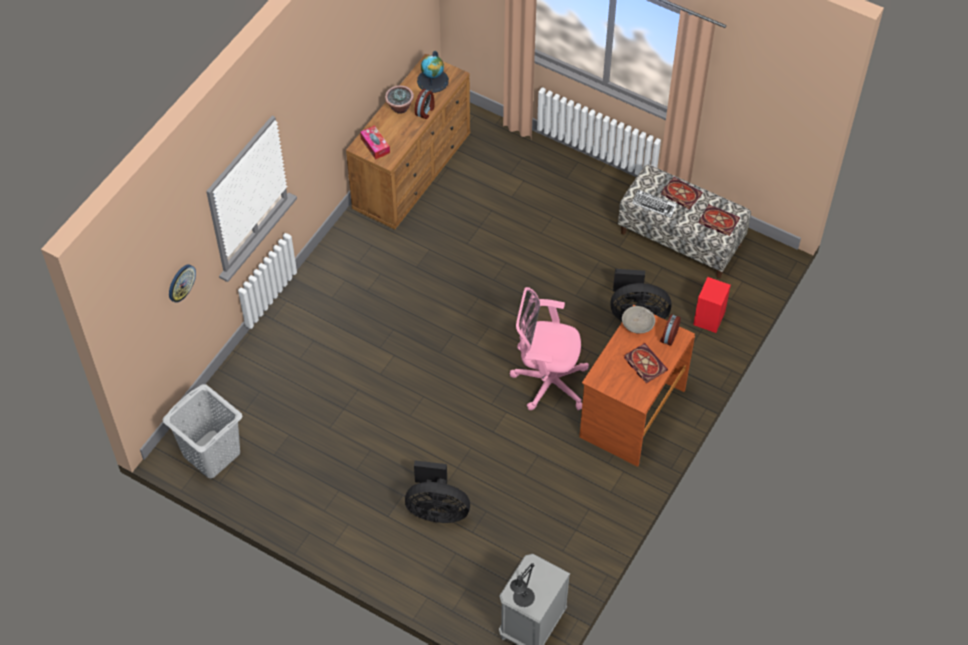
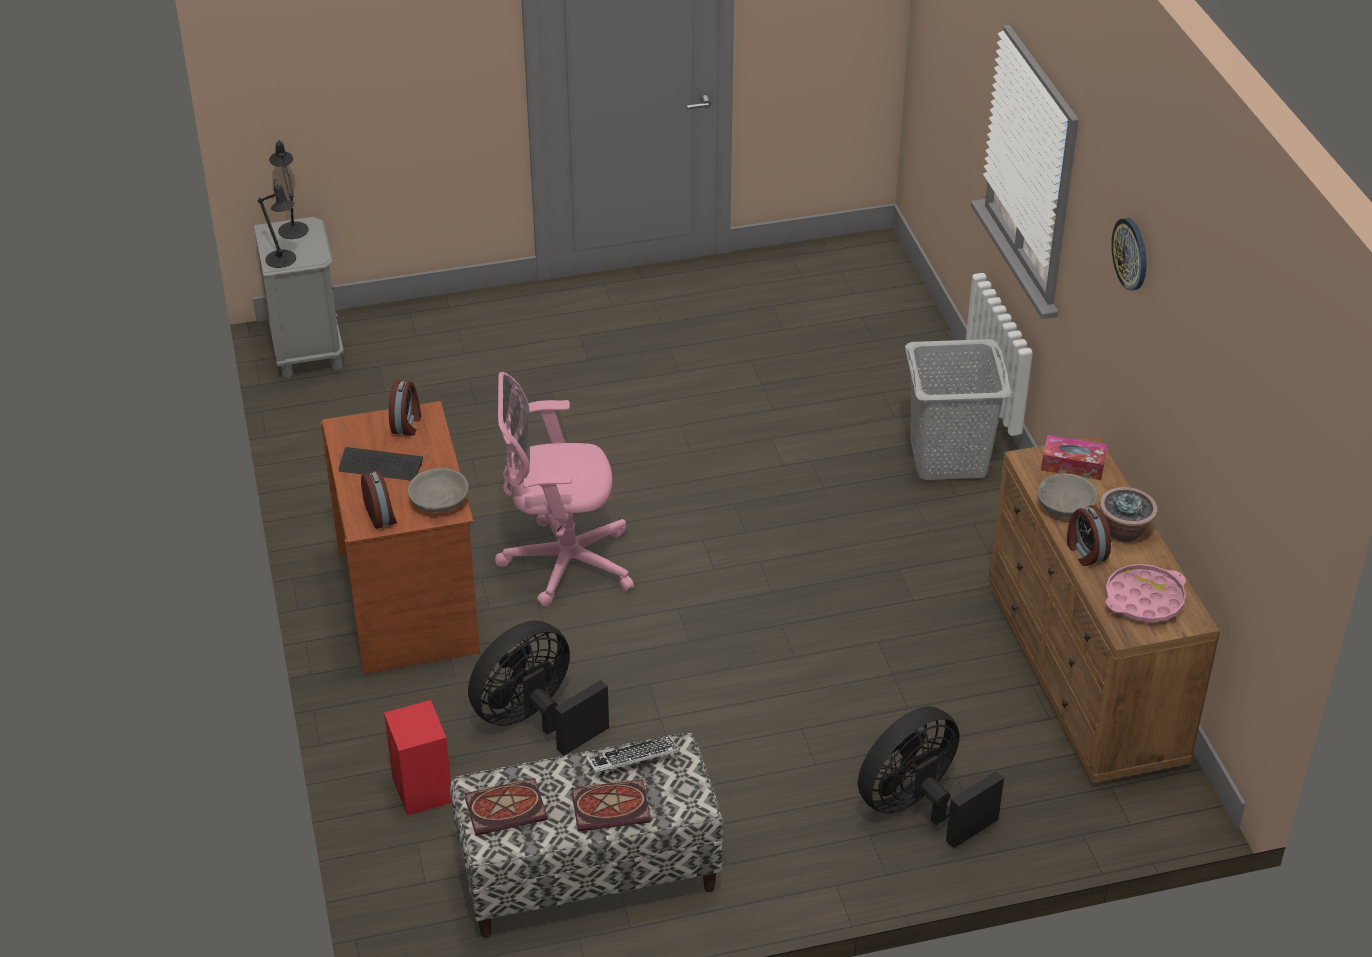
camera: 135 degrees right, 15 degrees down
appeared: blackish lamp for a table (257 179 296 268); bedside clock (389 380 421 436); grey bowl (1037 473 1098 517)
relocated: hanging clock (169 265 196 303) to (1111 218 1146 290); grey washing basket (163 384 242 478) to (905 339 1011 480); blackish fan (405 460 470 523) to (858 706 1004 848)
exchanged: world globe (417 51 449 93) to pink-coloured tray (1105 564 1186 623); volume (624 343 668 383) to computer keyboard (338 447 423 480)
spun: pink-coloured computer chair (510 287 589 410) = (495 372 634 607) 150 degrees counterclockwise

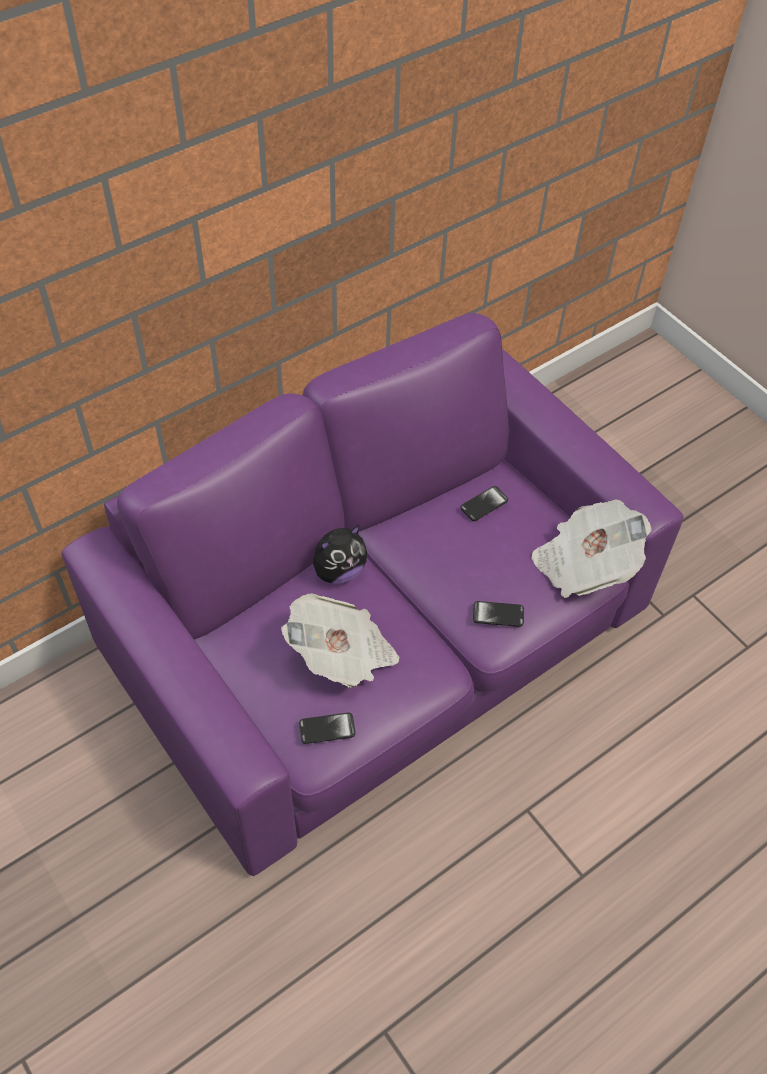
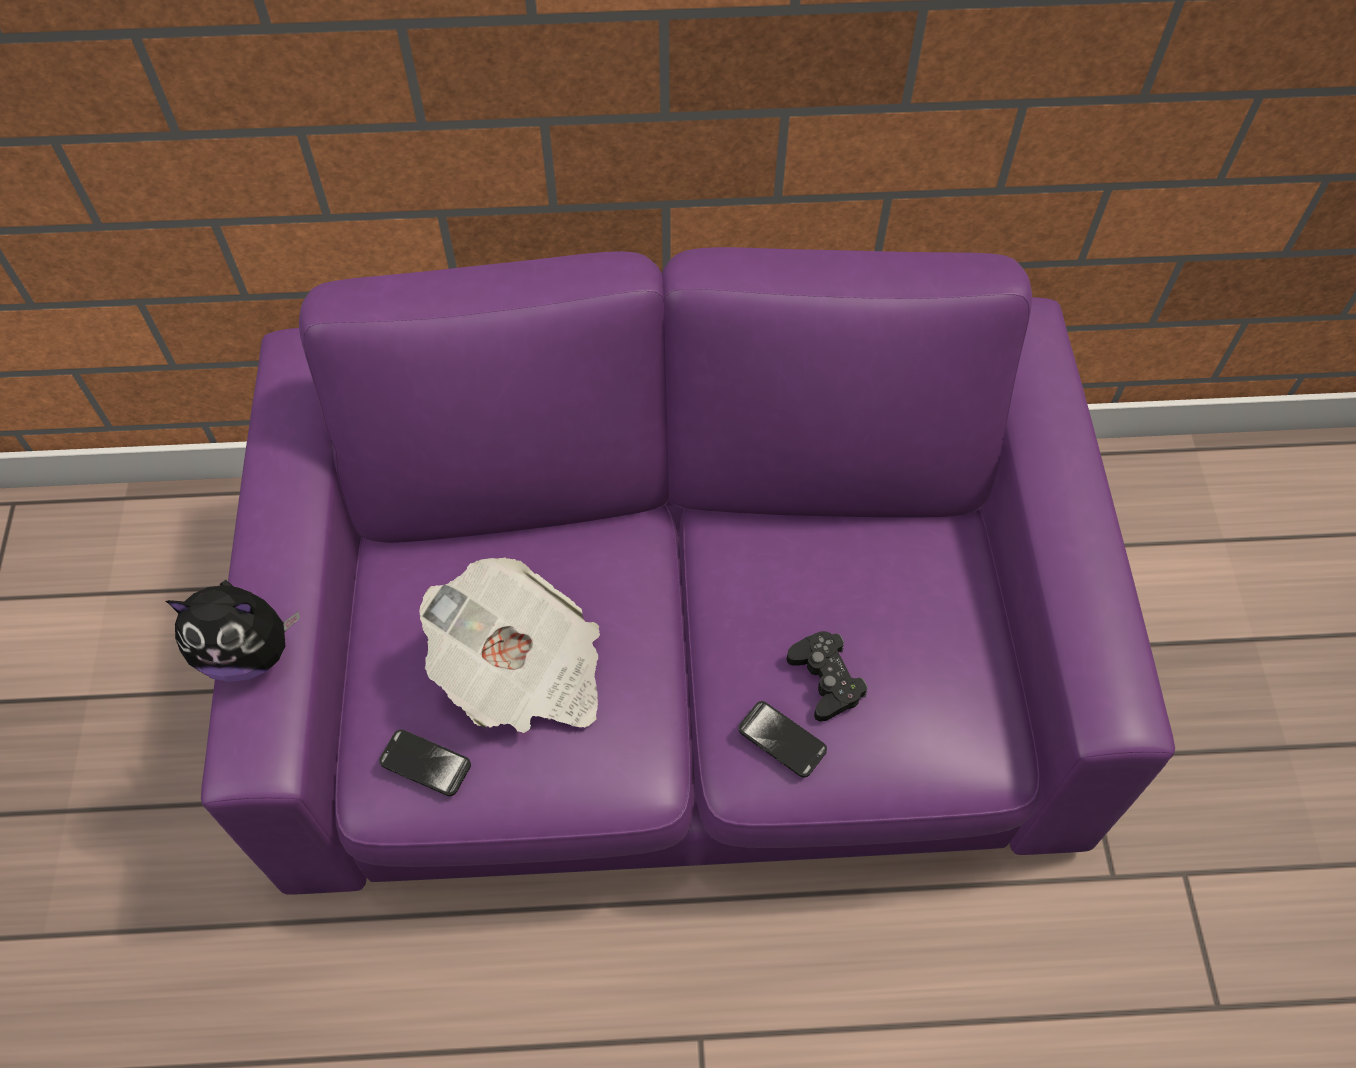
camera: 35 degrees right, 5 degrees up
missing: telephone (461 486 508 521); daily paper (531 499 652 598)
appeared: blackish game controller (786 631 868 722)
relocated: plush toy (313 525 367 584) to (166 580 300 682)

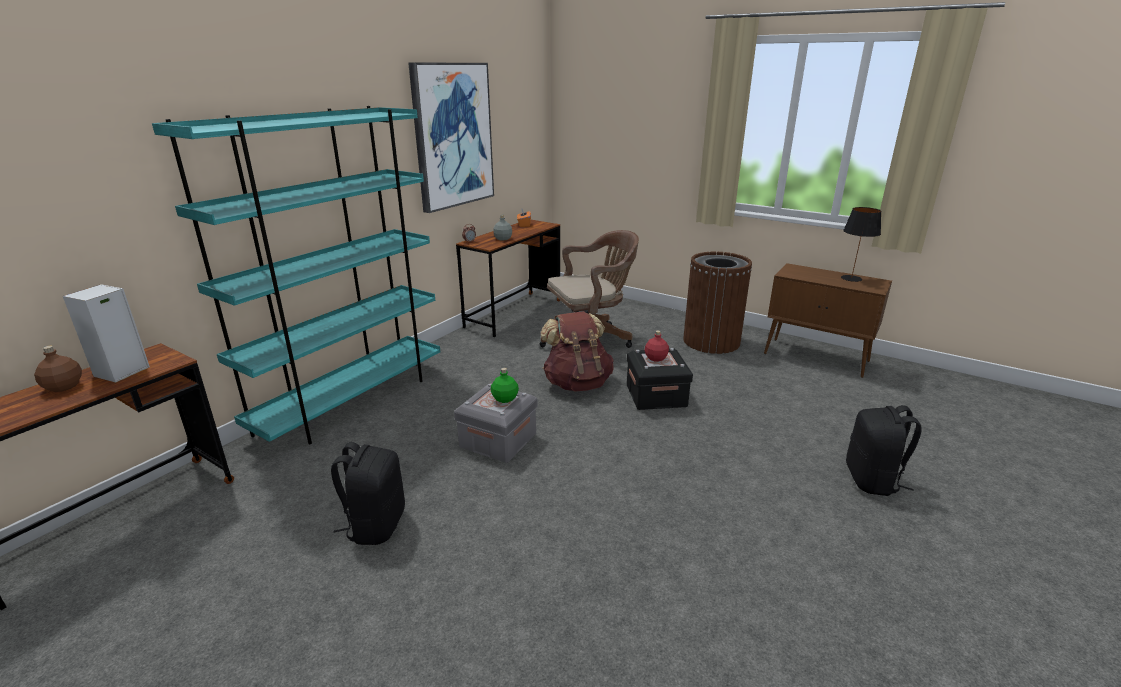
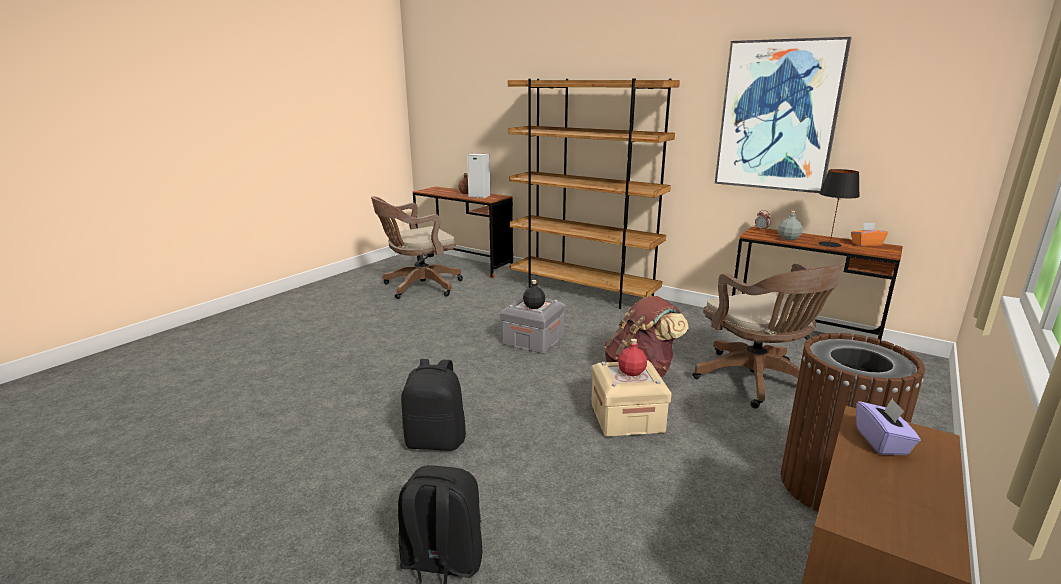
camera: 90 degrees right, 5 degrees down
appeared: brownish computer chair (371 196 463 299); purplish tissue holder (856 398 920 455)
relocated: blackish lamp for a table (841 207 881 282) to (818 169 860 247); blackish backpack (331 442 405 545) to (401 359 466 451)
colour: blue-green bookcase (152 106 440 444) to brownish bookcase (508 78 680 309); blackish storage box (627 348 693 410) to sand-coloured storage box (591 360 672 437); green-coloured drink bottle (491 368 519 403) to blackish drink bottle (523 280 545 309)

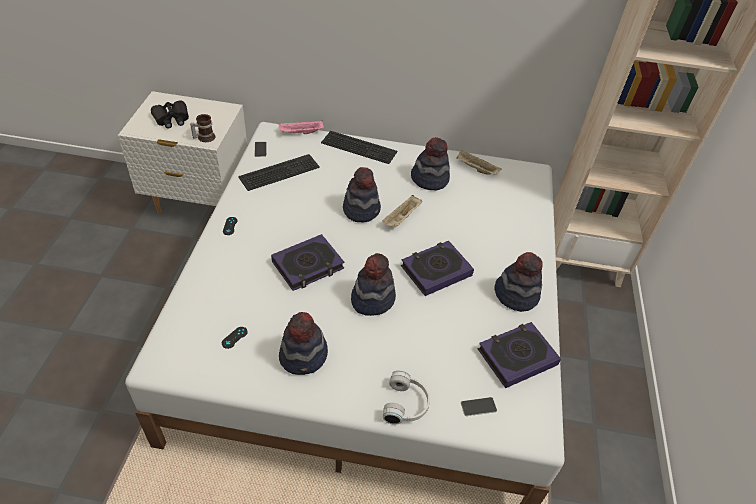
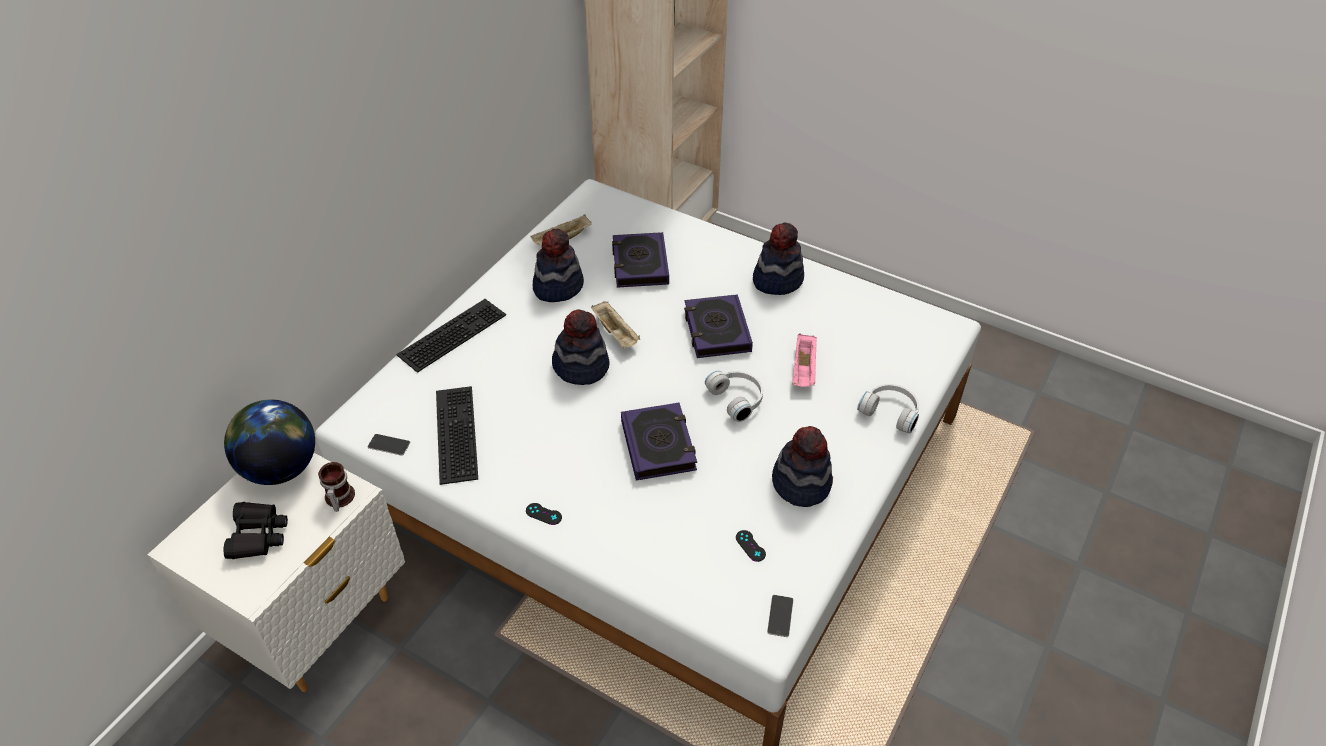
camera: 65 degrees left, 0 degrees up
appeared: world globe (224 400 315 485)
relocated: pink-coloured tray (278 120 324 134) to (792 333 817 387); volume (478 322 561 388) to (612 232 669 288); telephone (461 397 497 416) to (767 595 793 637)
exchanged: wearable hat (351 253 396 316) to white headset (705 370 763 422)

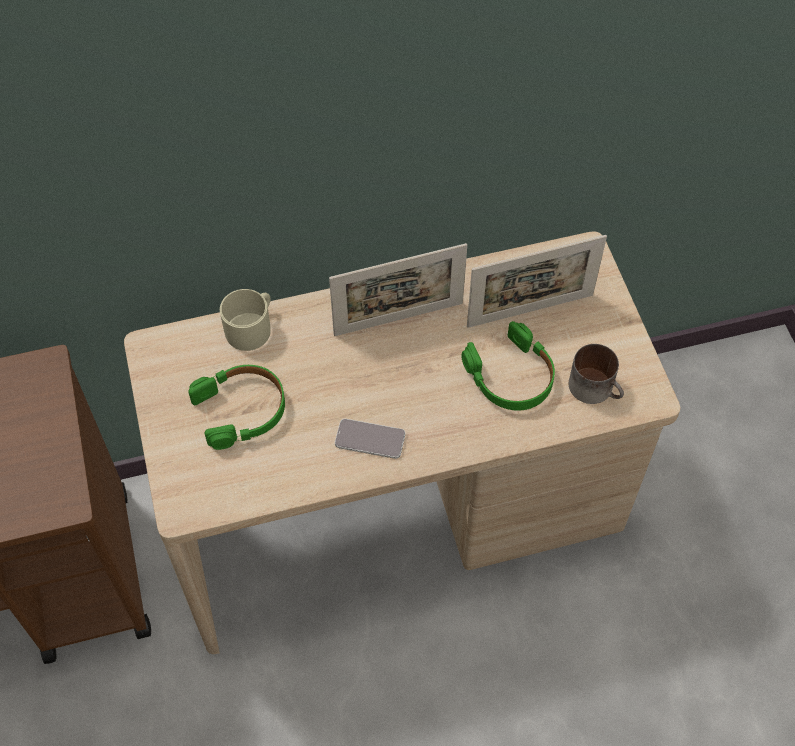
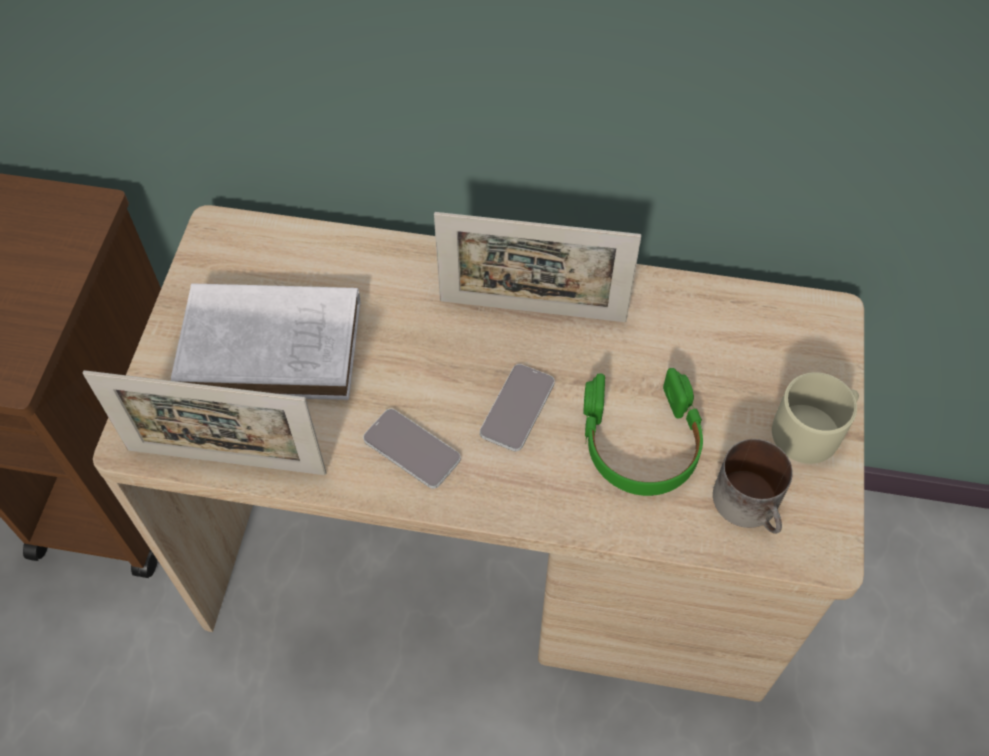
camera: 25 degrees right, 0 degrees up
appeared: telephone (480 364 555 452)
relocated: standing frame (467 235 607 328) to (83 370 327 475); sand-coloured coffee mug (220 289 271 351) to (772 372 859 464)
exchanged: green-coloured headset (188 365 285 450) to white volume (171 284 360 400)

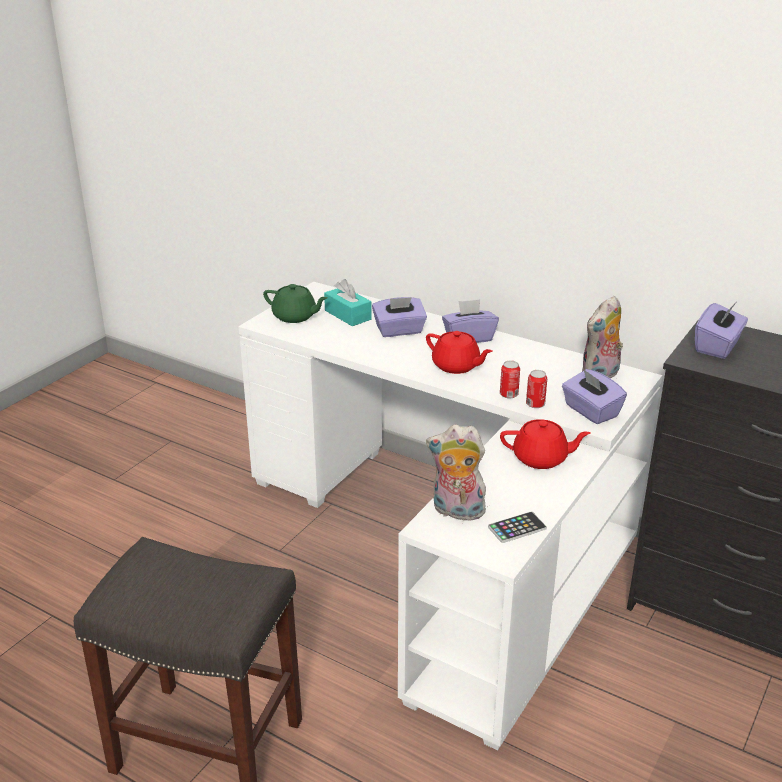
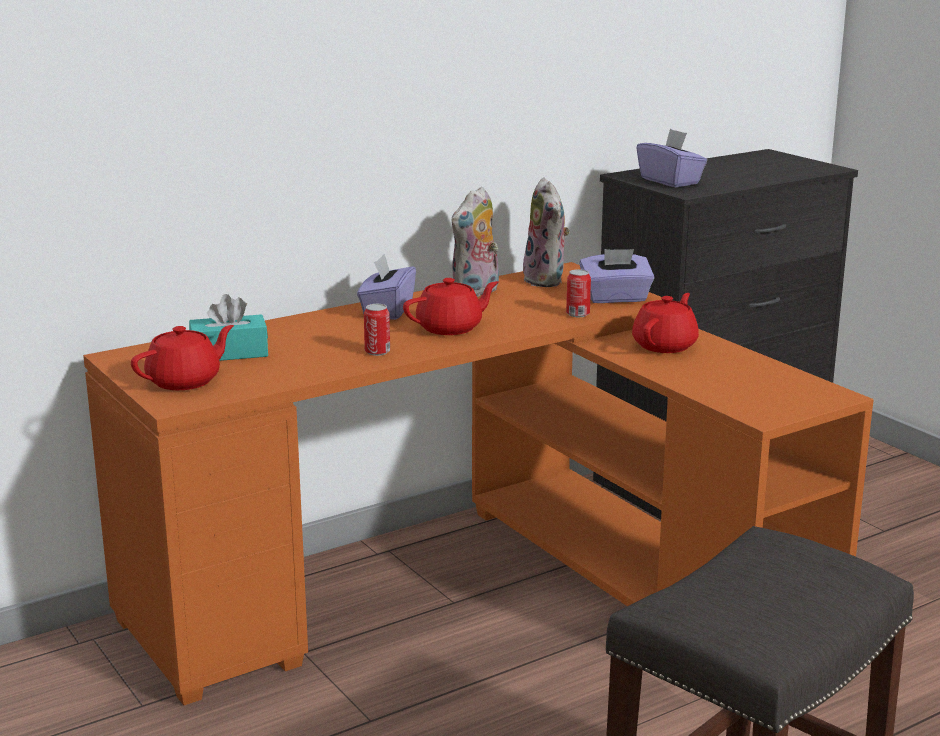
camera: 65 degrees left, 10 degrees down
missing: purplish tissue holder (372 297 427 337); telephone (488 511 547 543)
relocated: can (500 360 520 398) to (364 304 390 356); plush toy (426 425 486 520) to (452 187 499 297)
colour: white desk table (238 282 662 751) to orangey desk table (83 262 874 705); green-coloured teapot (263 284 327 323) to reddish teapot (131 325 234 390)

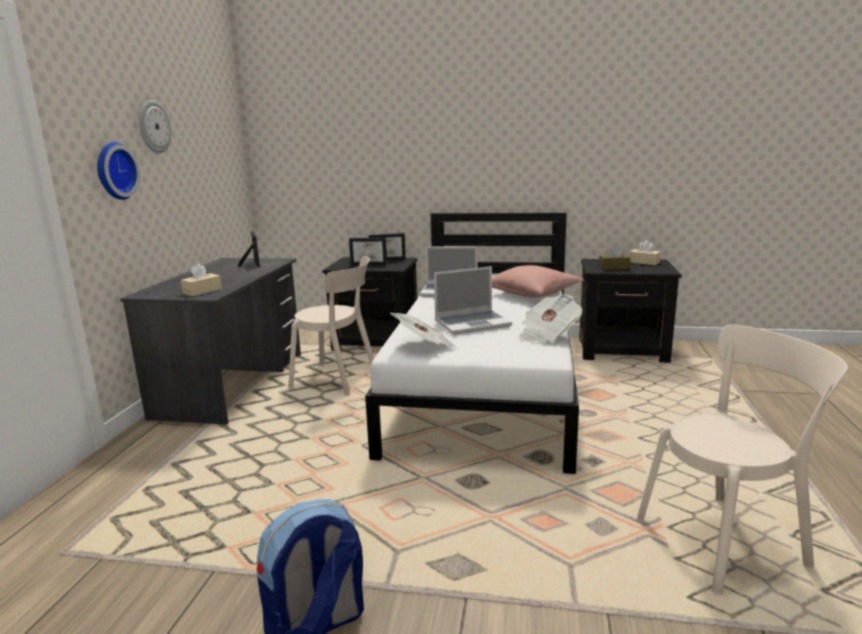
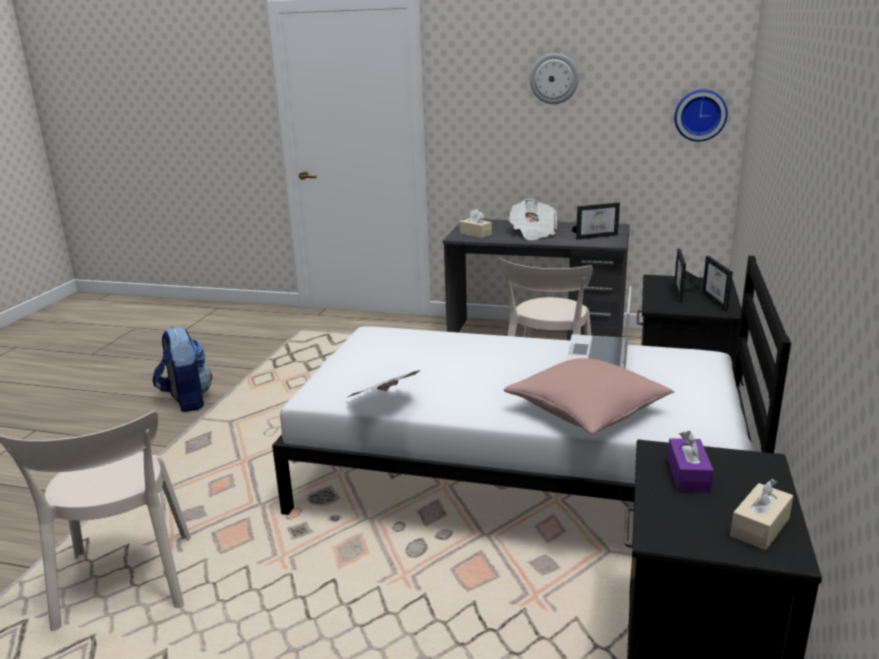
camera: 95 degrees right, 5 degrees up
missing: laptop (434 266 512 335)
relocated: hanging clock (97 142 140 200) to (674 89 728 142); daily paper (390 313 456 347) to (509 199 557 240)
colour: brownish tissue holder (599 245 631 270) to purplish tissue holder (667 431 714 493)

